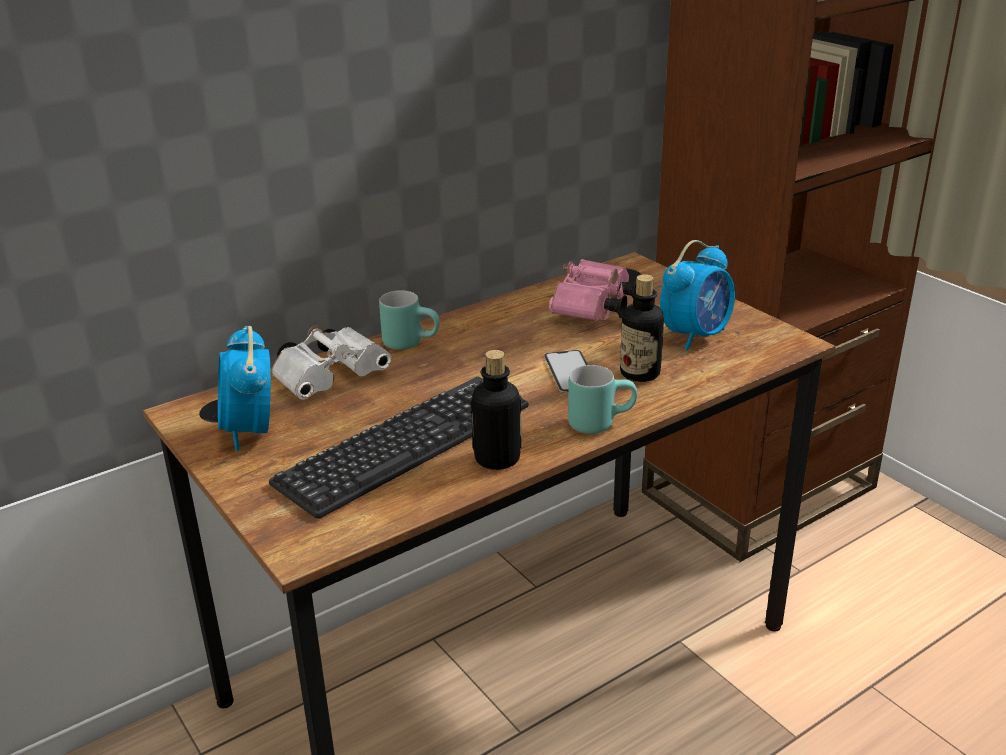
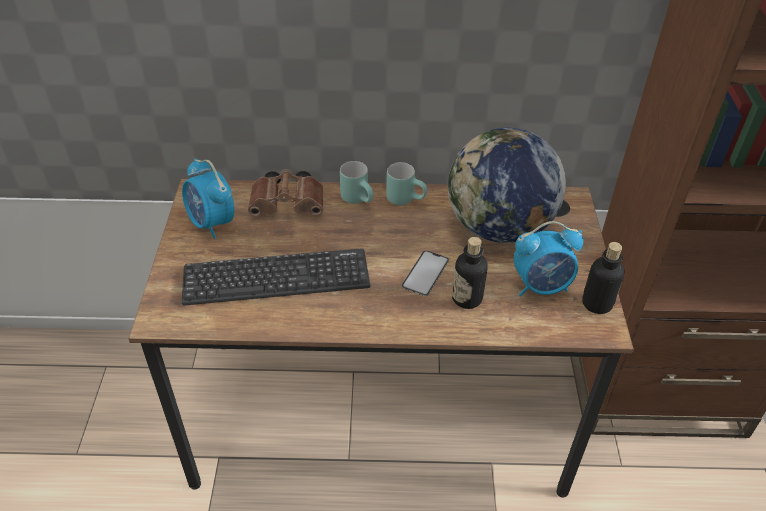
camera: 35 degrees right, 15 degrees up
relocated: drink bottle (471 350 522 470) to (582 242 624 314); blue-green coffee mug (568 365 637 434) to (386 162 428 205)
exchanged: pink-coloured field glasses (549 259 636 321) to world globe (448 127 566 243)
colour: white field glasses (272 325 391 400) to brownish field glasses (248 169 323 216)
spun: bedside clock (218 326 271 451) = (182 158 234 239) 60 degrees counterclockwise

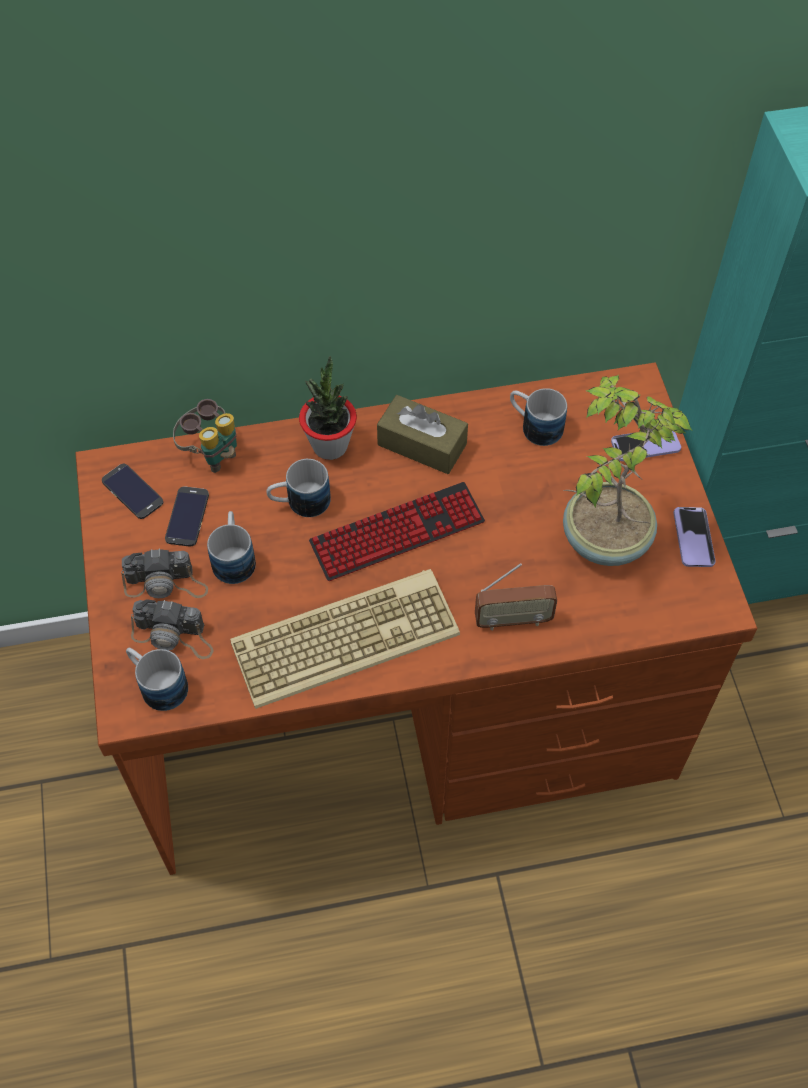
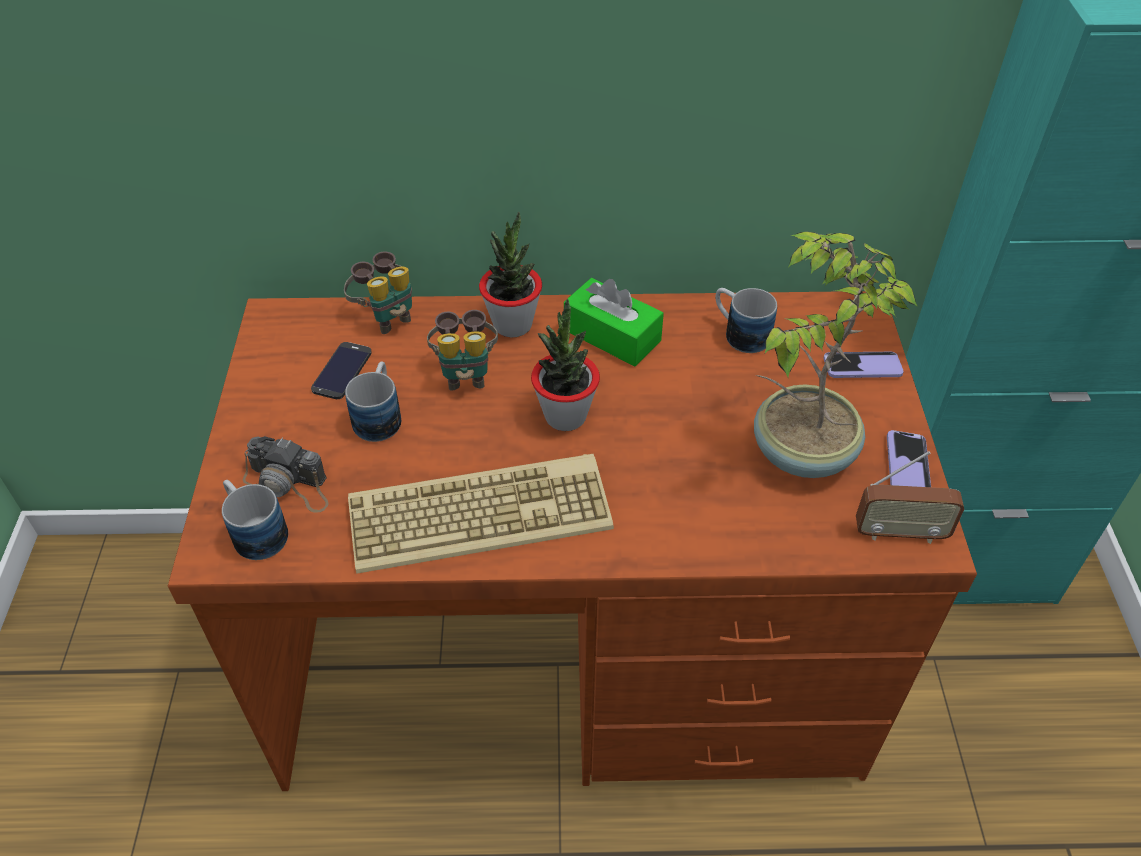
camera: 10 degrees right, 10 degrees down
missing: telephone (102 464 163 519); photo camera (121 549 208 598)
relocated: radio receiver (475 563 557 630) to (856 451 964 544)
exchanged: coffee mug (266 459 331 517) to field glasses (427 310 498 391); computer keyboard (309 482 485 581) to houseplant (531 299 600 431)
colour: brownish tissue holder (377 395 468 474) to green-coloured tissue holder (564 278 664 366)

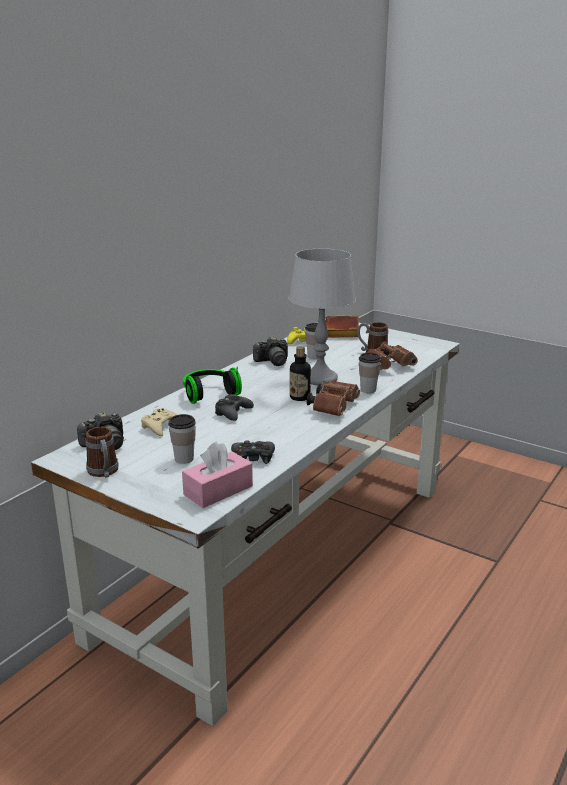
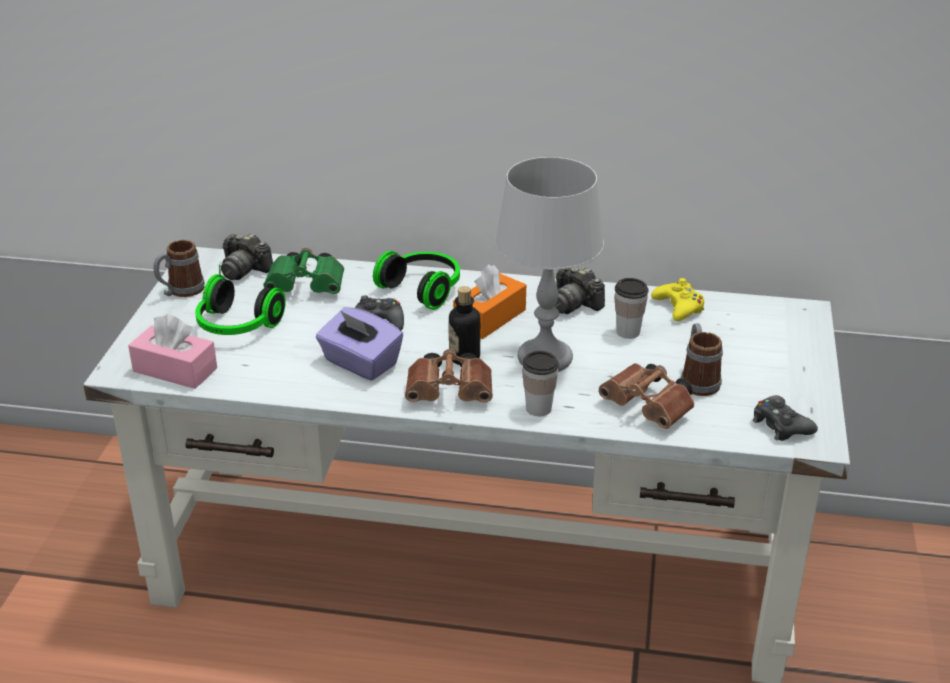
camera: 65 degrees right, 10 degrees up
missing: brownish volume (325 315 359 338)
appeared: orangey tissue holder (453 264 526 339); purplish tissue holder (316 307 403 381)
relocated: blackish game controller (231 440 275 464) to (753 395 818 441)
exchanged: sand-coloured game controller (141 408 178 436) to green-coloured field glasses (264 248 344 294); small cup (168 414 196 464) to headset (195 265 286 335)

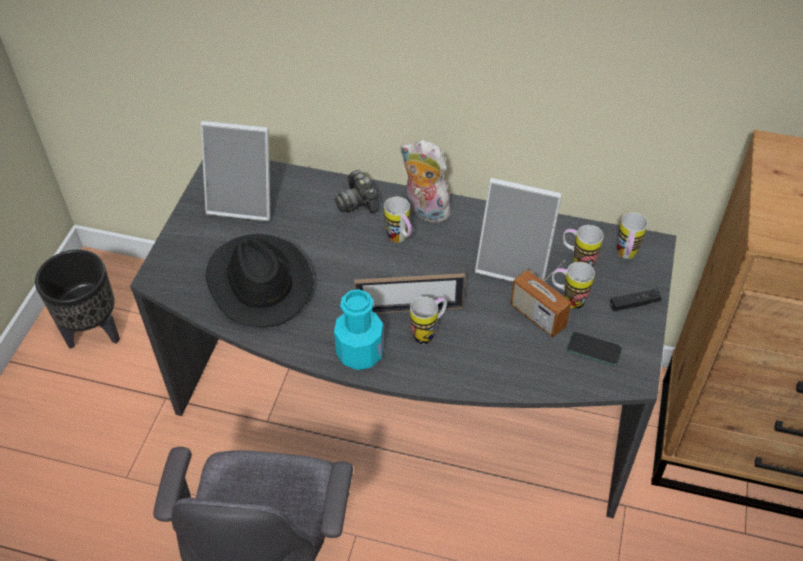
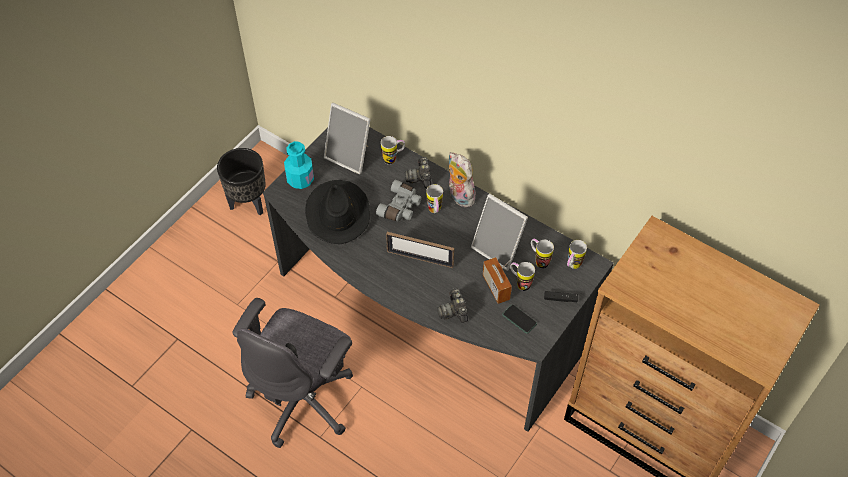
camera: 20 degrees right, 5 degrees up
appeared: grey field glasses (376 180 422 222); photo camera (437 288 468 323)
relocated: blue-green drink bottle (334 289 384 370) to (284 141 314 189); coffee mug (410 296 447 344) to (381 136 405 165)

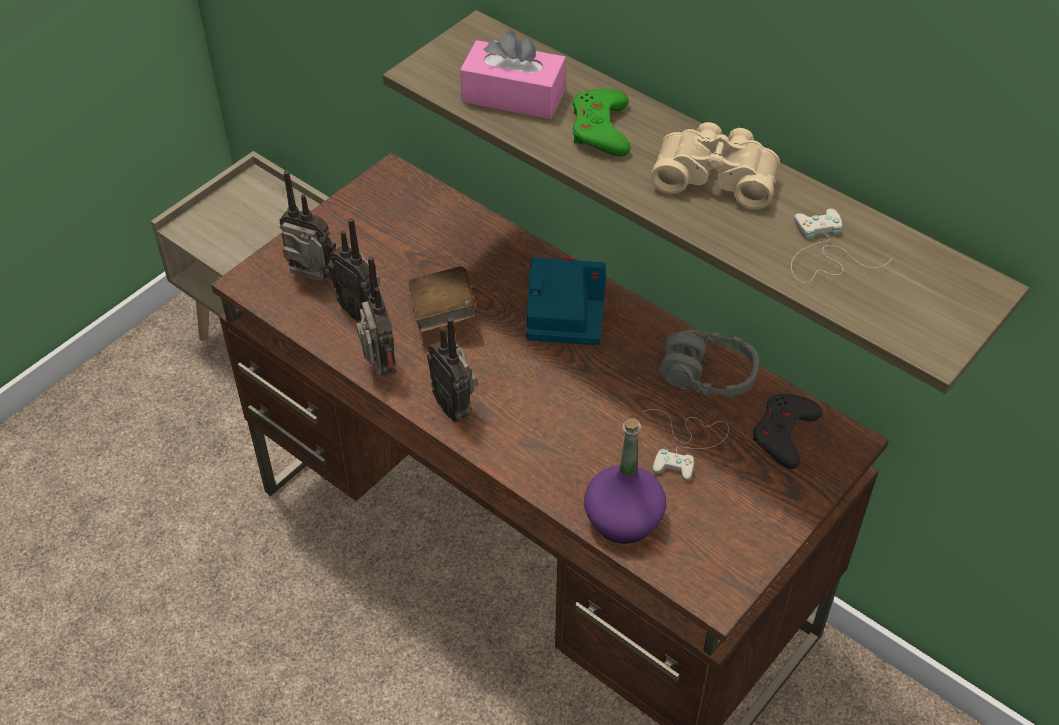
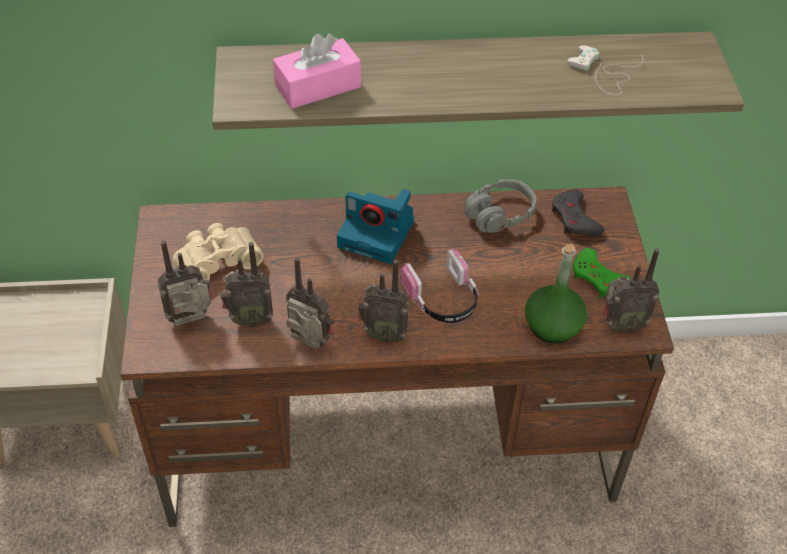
camera: 45 degrees left, 0 degrees up
missing: brownish volume (408 266 477 332); white game controller (642 409 729 481)
appeared: headset (400 248 479 323); radio receiver (603 248 659 333)
relocated: green-coloured game controller (572 88 630 156) to (573 248 631 298); sand-coloured field glasses (651 122 780 209) to (173 223 264 281)
colour: purplish drink bottle (584 418 666 543) to green-coloured drink bottle (525 244 587 344)
spun: photo camera (526 257 606 345) = (337 189 414 264) 120 degrees counterclockwise

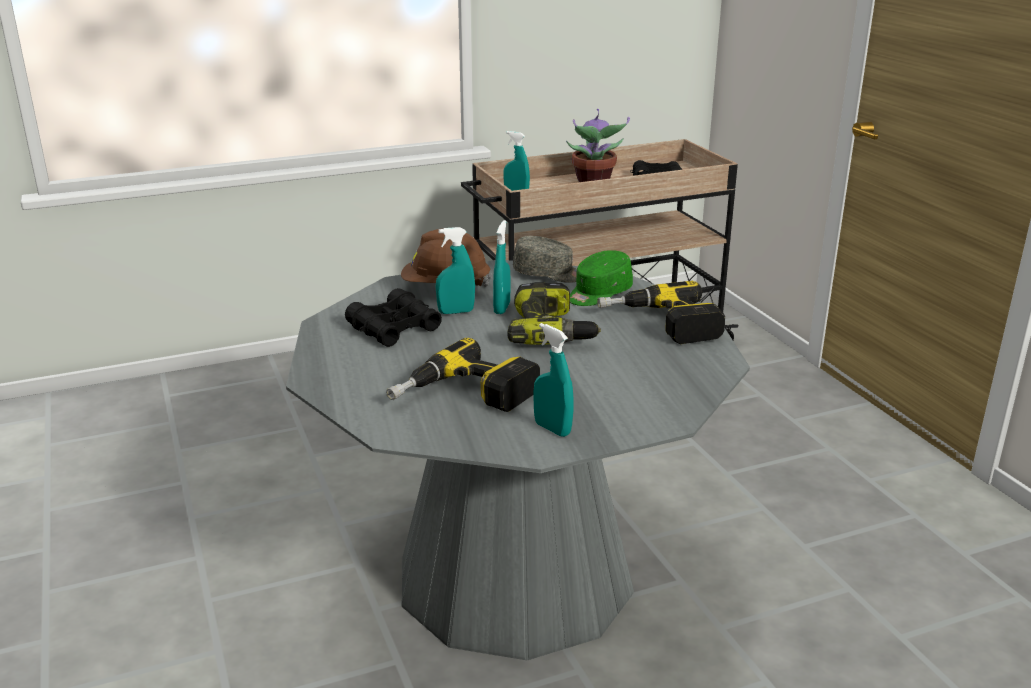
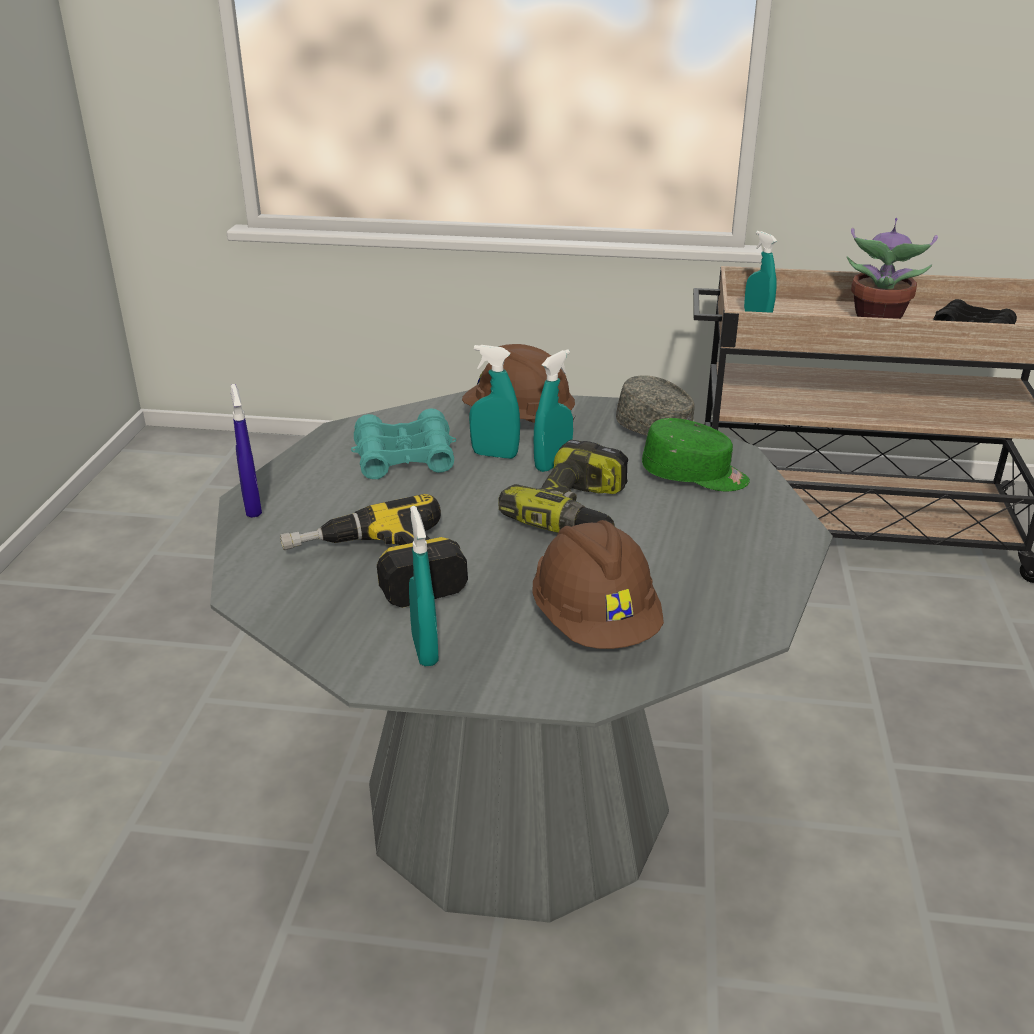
camera: 30 degrees right, 5 degrees up
missing: power drill (597 281 725 344)
appeared: blue sprayer (231 384 262 518); brownish work helmet (533 520 664 649)
colour: blackish field glasses (345 288 442 347) to blue-green field glasses (351 409 456 479)
spun: green-coloured peaked cap (570 250 633 306) = (642 418 750 491) 150 degrees counterclockwise

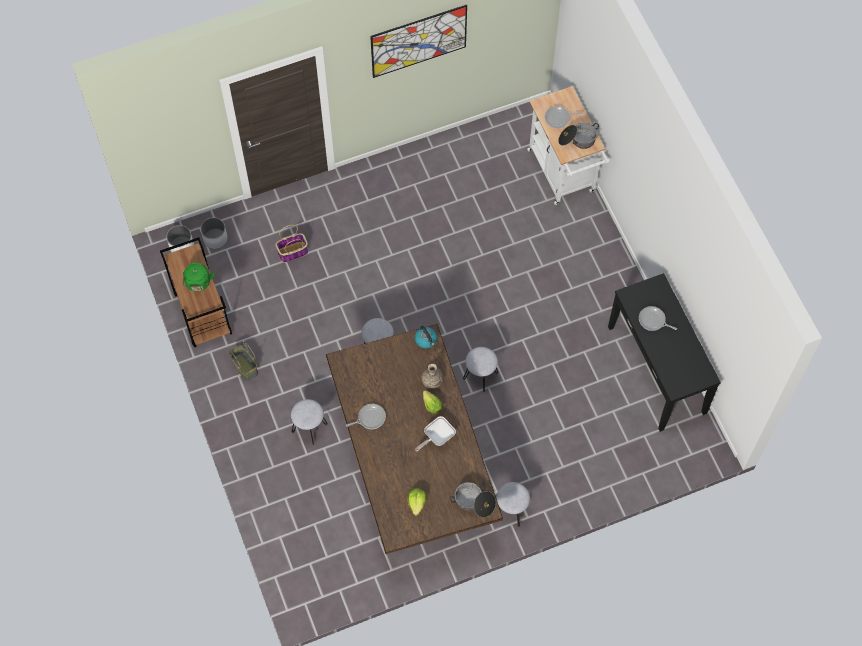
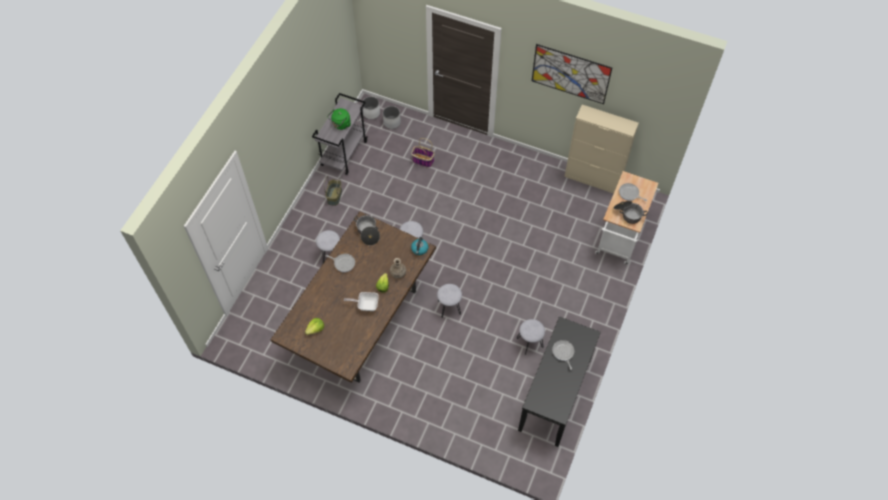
camera: 45 degrees right, 5 degrees down
appeared: sand-coloured storage cabinet (564 105 639 194)
relocated: stockpot (450 482 496 518) to (354 215 380 245); grey stool (496 482 530 527) to (517 319 545 355)
colour: brownish wheeled cart (160 237 232 347) to grey wheeled cart (312 93 367 175)

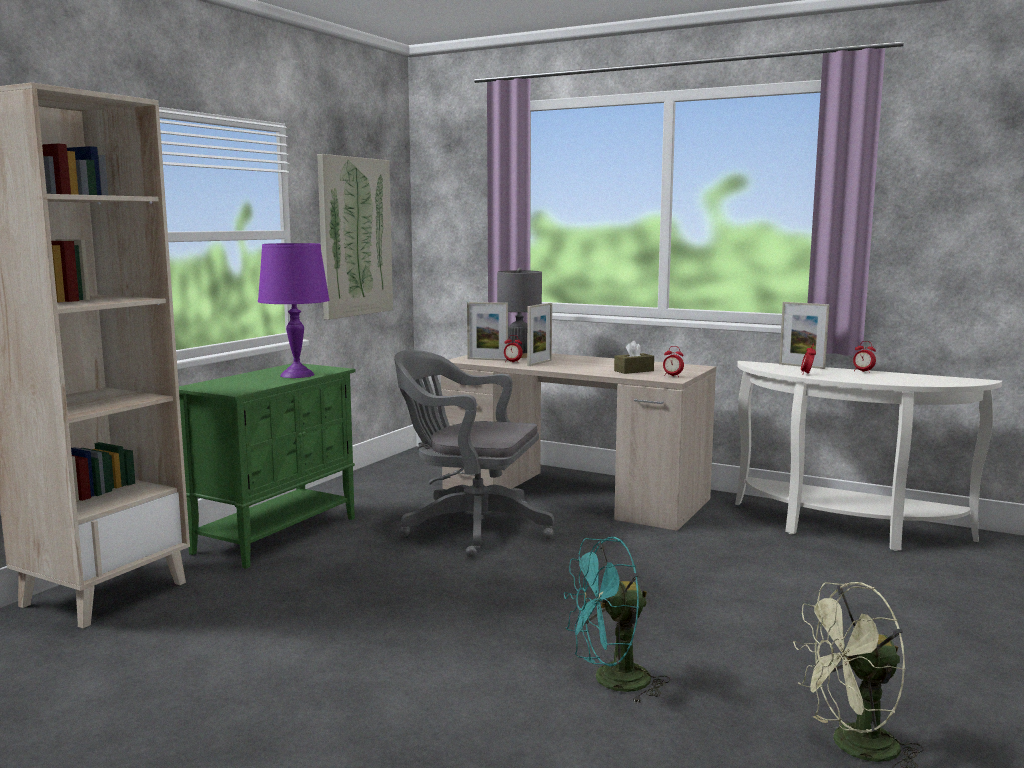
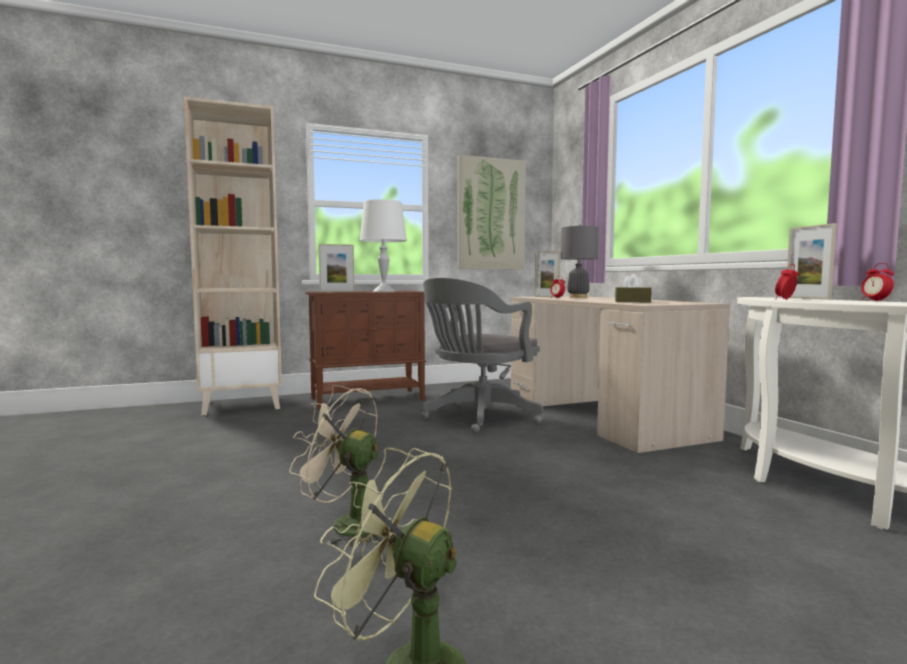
camera: 40 degrees right, 5 degrees down
missing: bedside clock (663 346 684 377)
relocated: standing frame (527 303 552 366) to (319 244 354 292)
colour: purplish lamp for a table (258 243 330 378) to white lamp for a table (360 199 407 292); green-coloured storage cabinet (179 363 356 569) to brownish storage cabinet (305 291 426 410); blue-green fan (564 537 670 704) to sand-coloured fan (289 385 382 547)
spun: grey computer chair (394 350 555 558) = (421 278 543 433) 105 degrees counterclockwise

